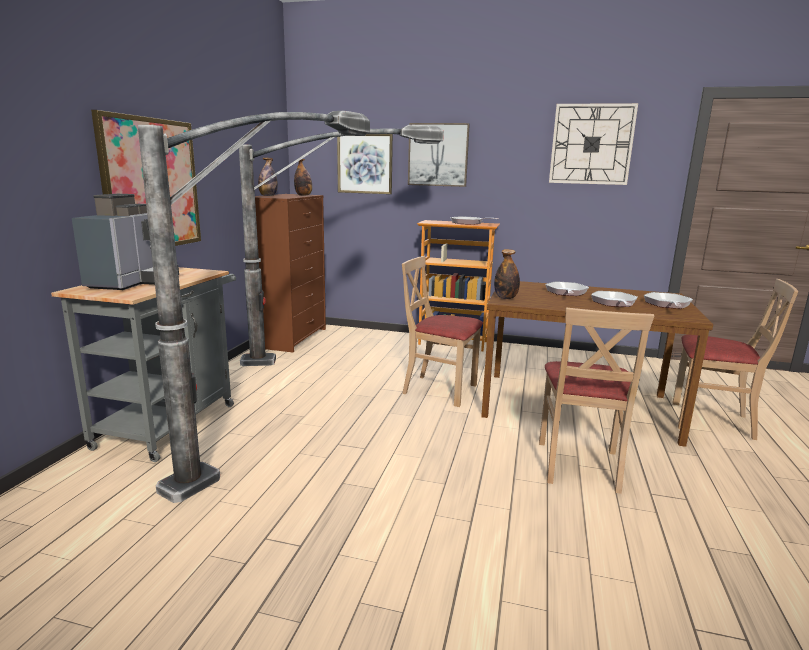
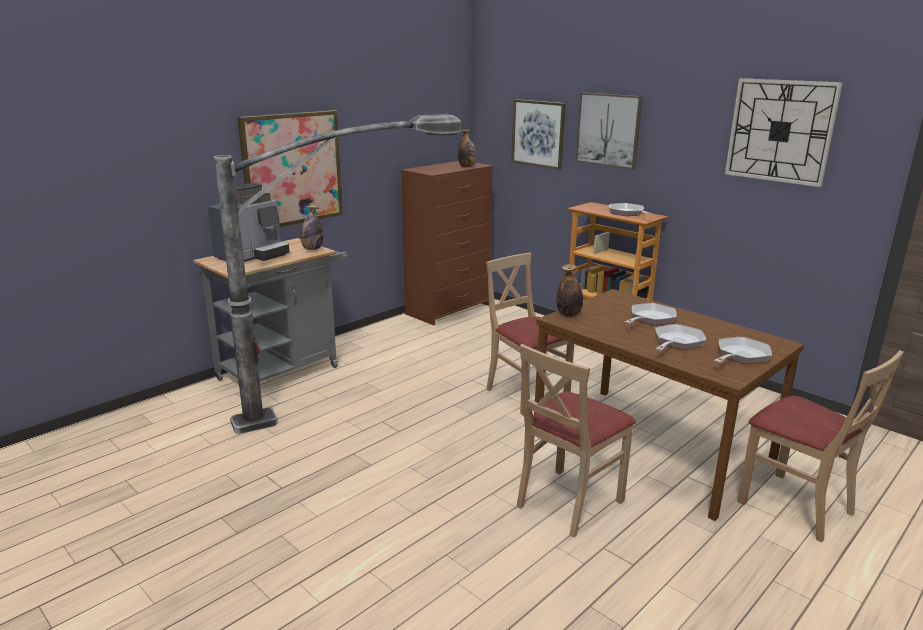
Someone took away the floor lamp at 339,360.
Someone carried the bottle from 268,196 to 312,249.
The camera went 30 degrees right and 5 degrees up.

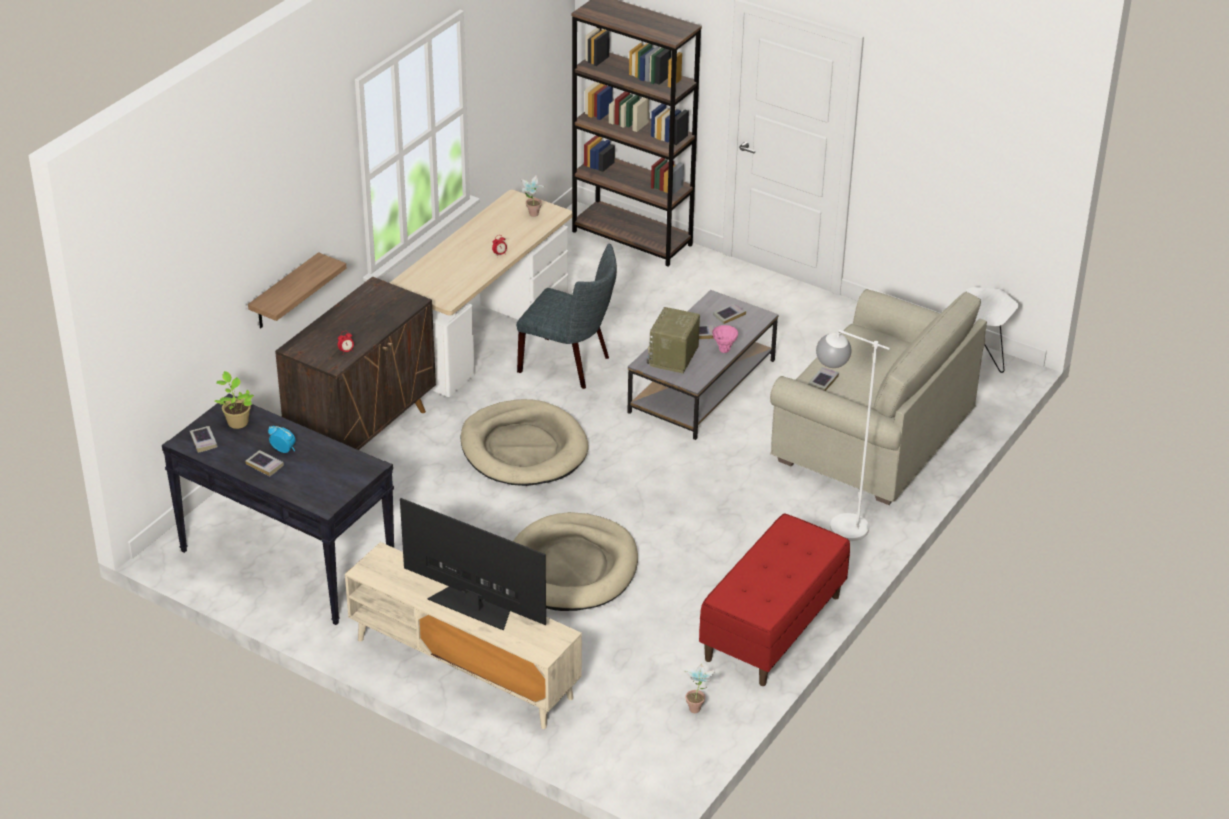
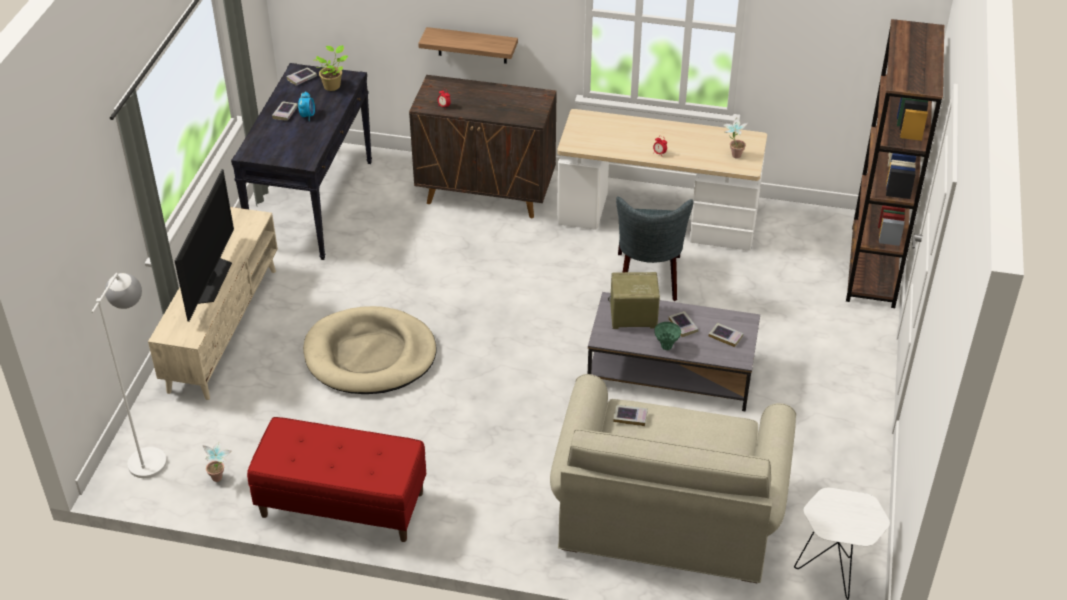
Someone took away the beige dog bed at 523,448.
Someone carried the white floor lamp from 836,523 to 152,453.
Someone repainted the pink vase at 724,350, which became the green vase at 666,347.
The camera went 70 degrees right and 5 degrees up.

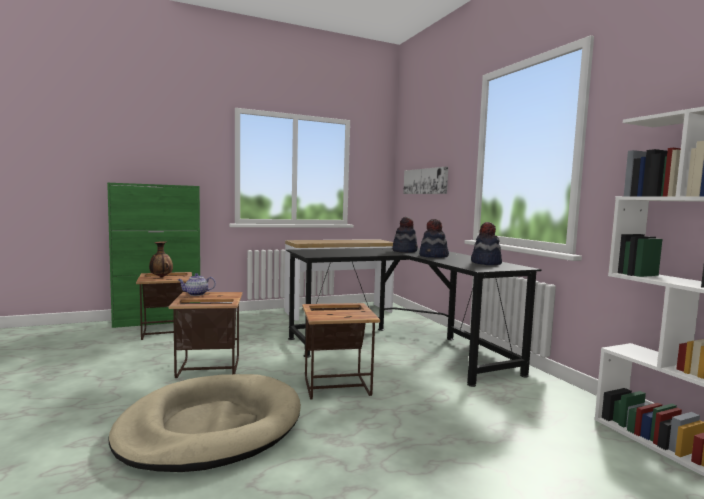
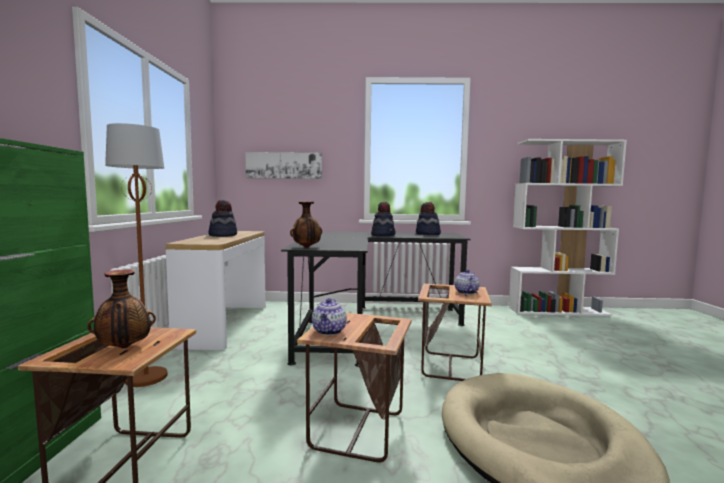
Someone put down the brown floor lamp at 147,378.
Someone put down the vase at 306,247.
Someone put down the teapot at 466,292.
Someone carried the hat from 405,251 to 223,235.
The camera went 65 degrees left and 0 degrees up.

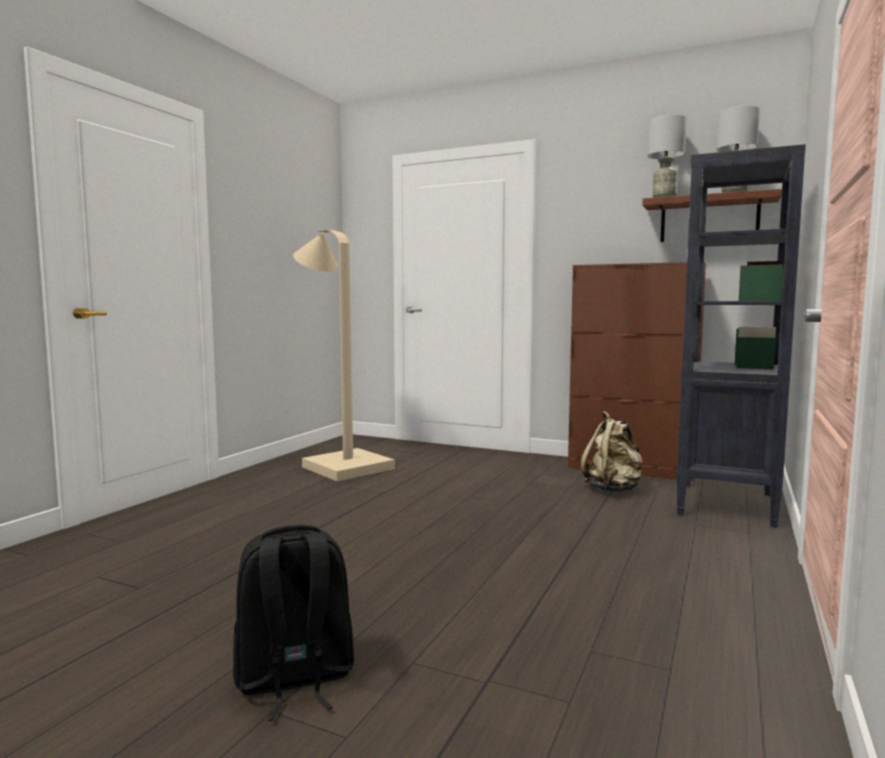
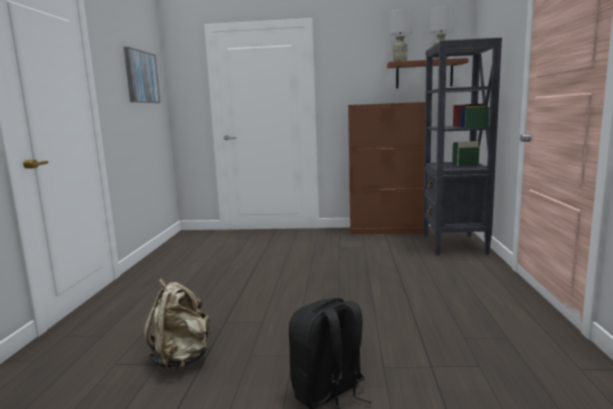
Someone took away the beige floor lamp at 340,465.
Someone put up the picture at 141,77.
Someone carried the beige backpack from 613,489 to 182,359.
The camera went 20 degrees left and 5 degrees up.

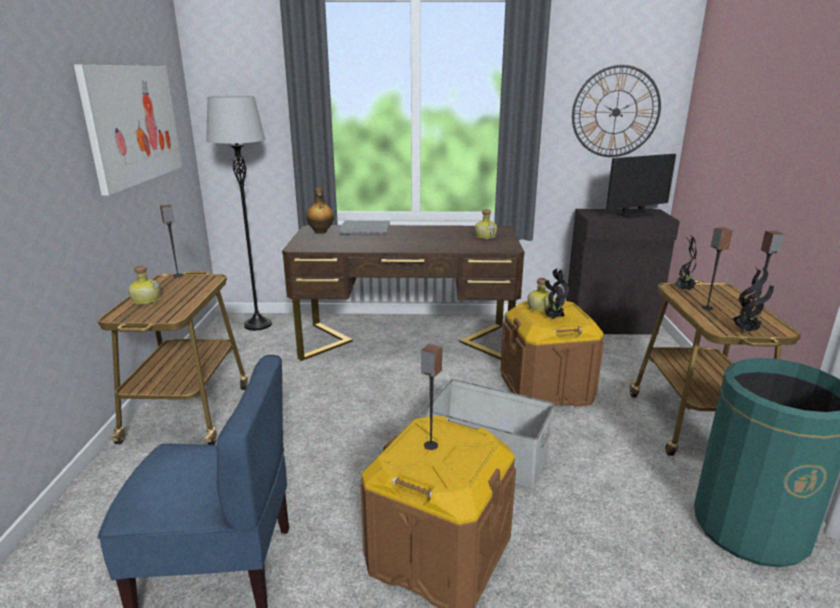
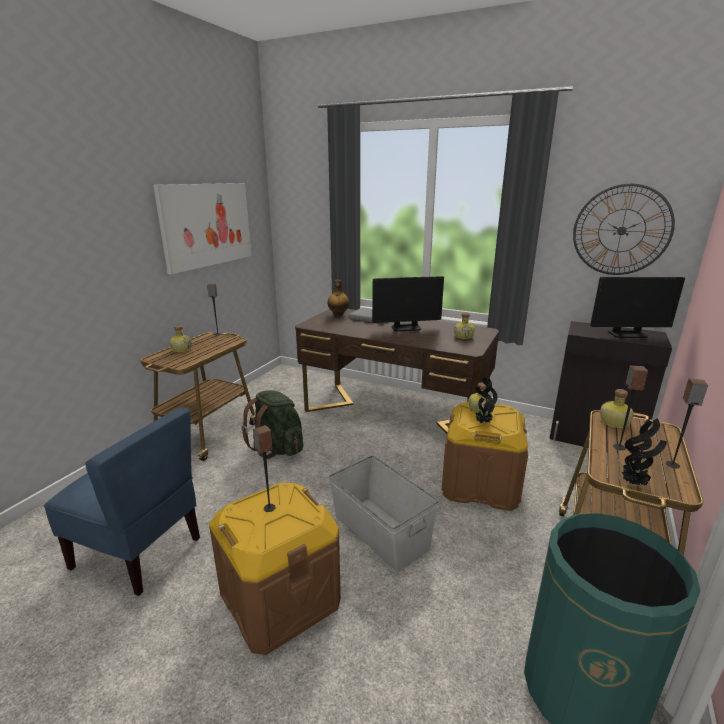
Someone took away the grey floor lamp at 258,325.
Someone put down the green backpack at 277,448.
Someone put down the monitor at 406,328.
Someone swapped the potted plant at 683,290 for the bottle at 614,422.
The camera went 25 degrees right and 0 degrees up.

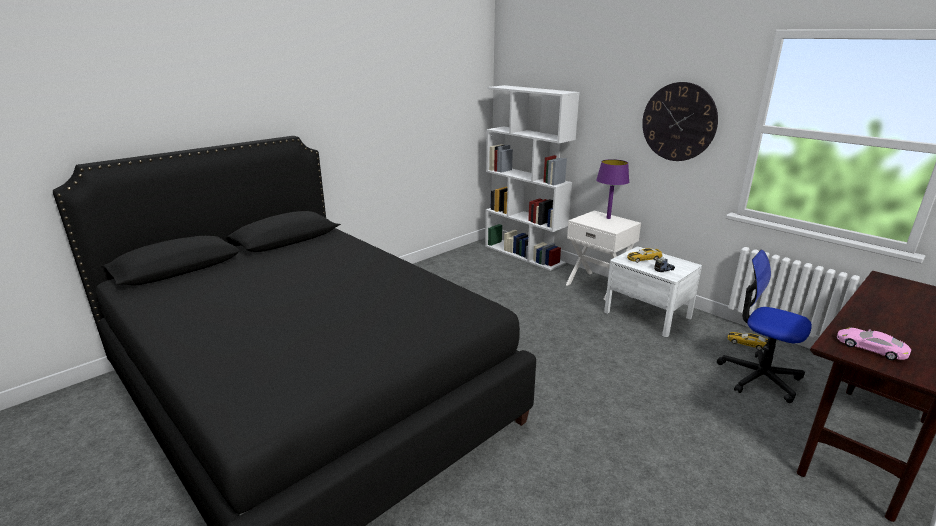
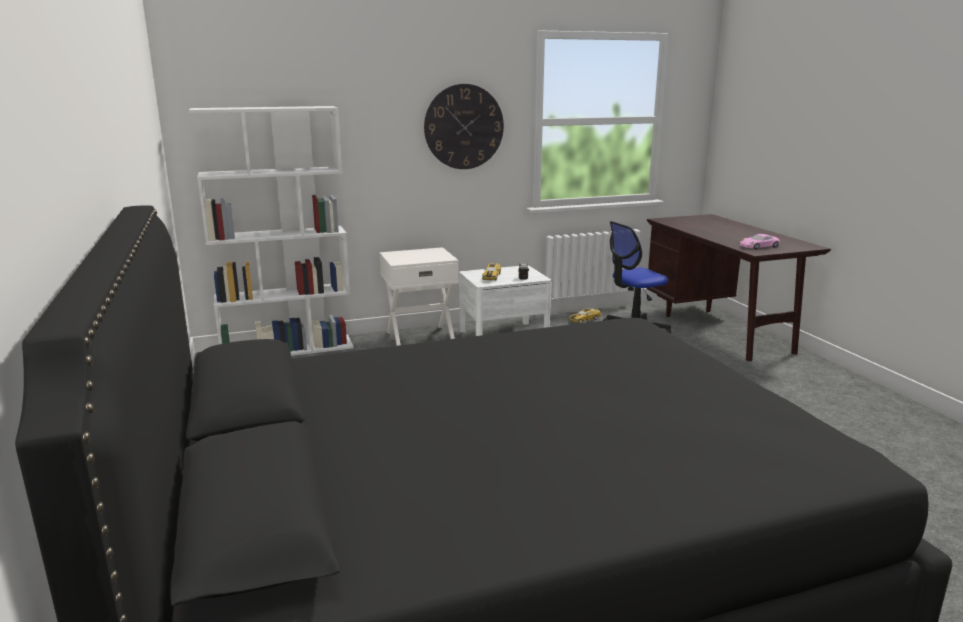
Someone took away the purple table lamp at 608,218.
The camera went 65 degrees left and 5 degrees down.

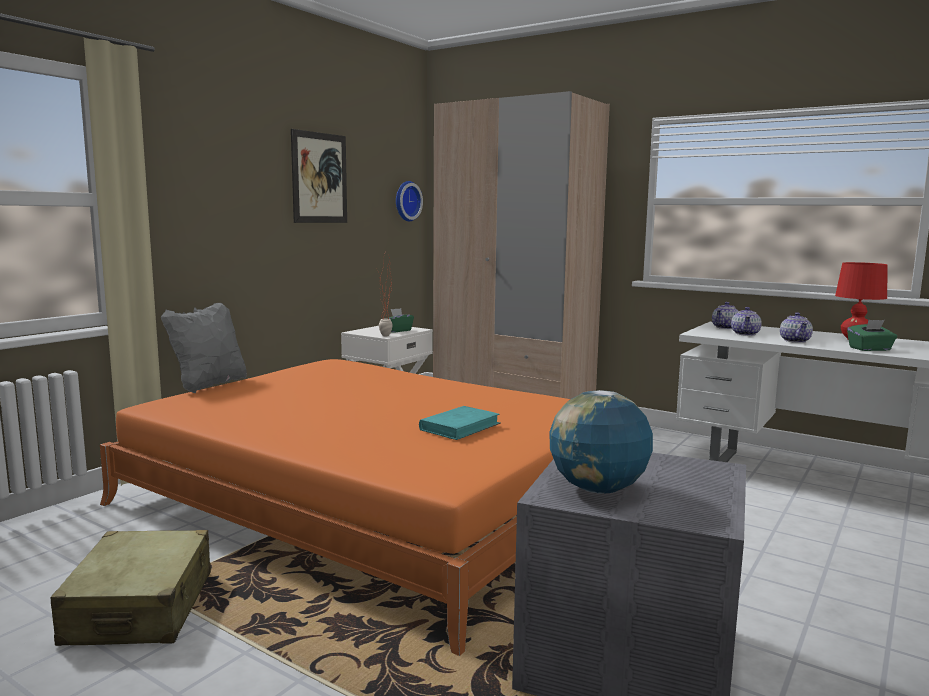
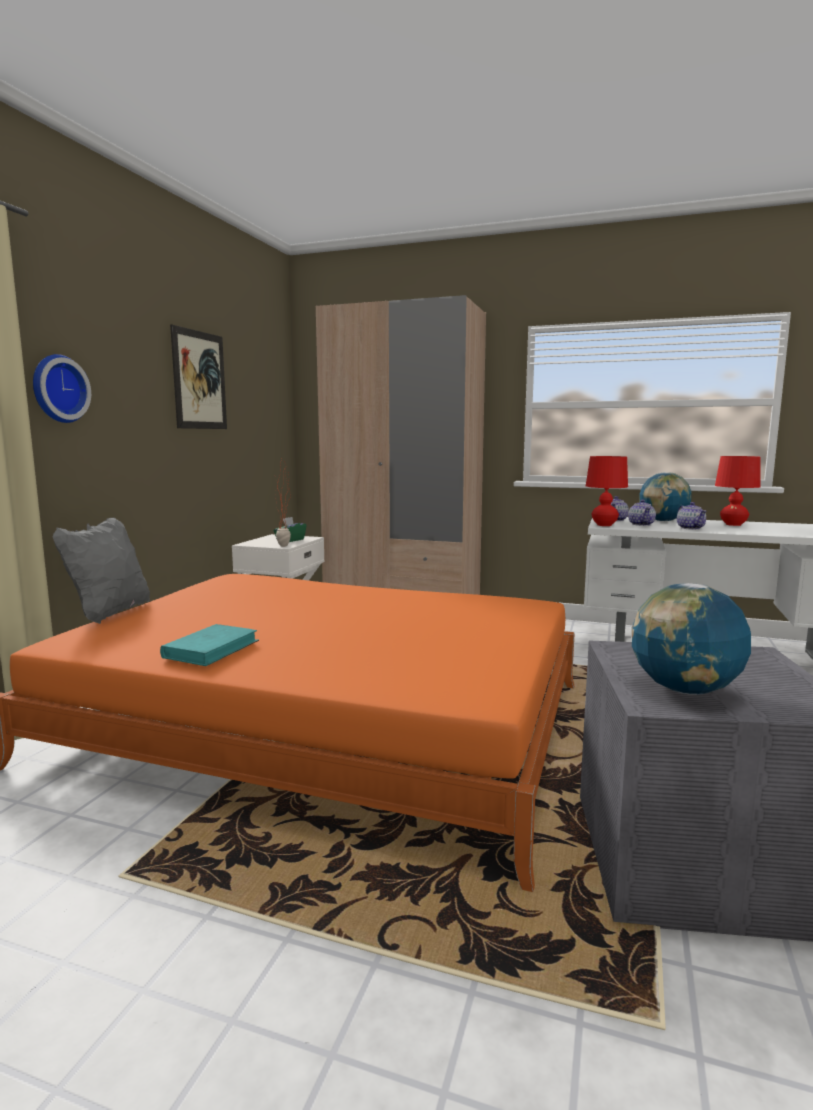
Someone took away the beige suitcase at 141,608.
Someone took away the green tissue box at 870,349.
Someone put down the red table lamp at 604,525.
Someone put down the globe at 663,521.
Someone carried the wall clock from 406,201 to 57,389.
Someone carried the turquoise book from 460,427 to 211,649.
The camera went 15 degrees left and 0 degrees up.

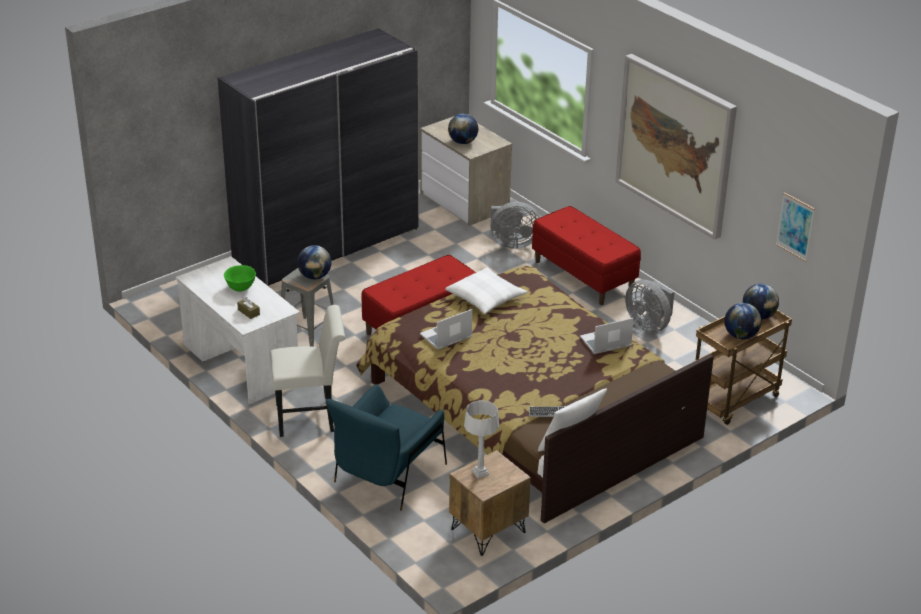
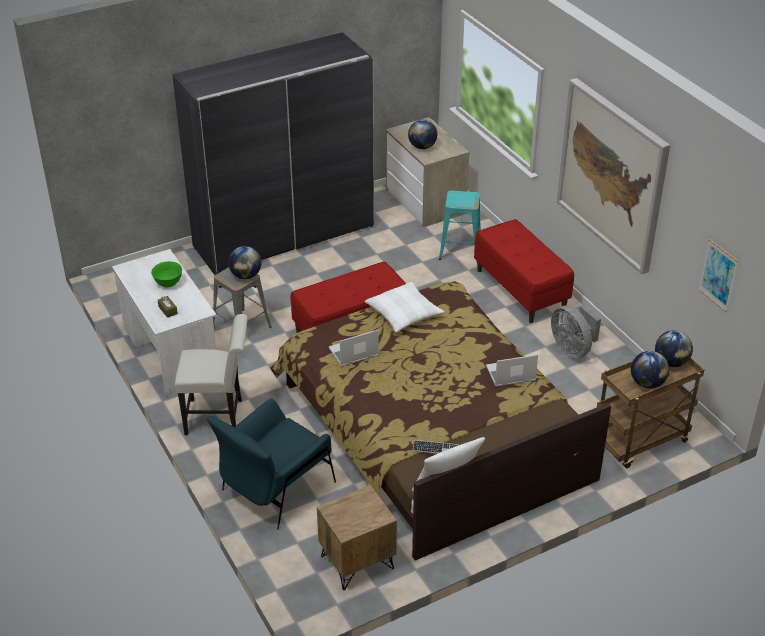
Someone took away the grey table lamp at 480,473.
Someone swapped the grey fan at 512,243 for the turquoise stool at 460,249.
The camera went 10 degrees right and 5 degrees up.

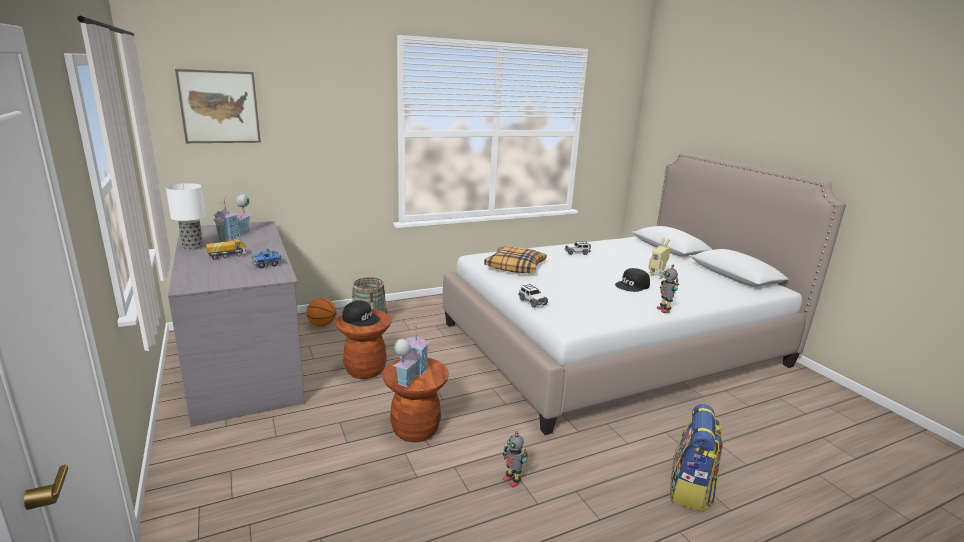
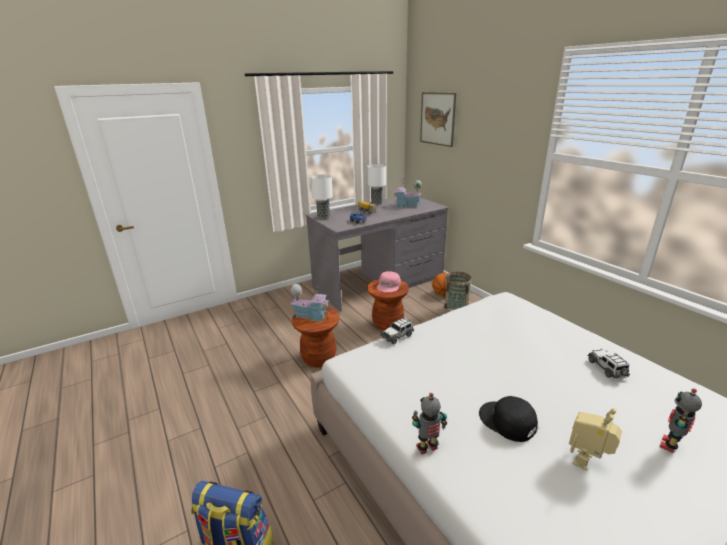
Someone took away the pillow at 515,267.
Someone put down the table lamp at 323,217.
Someone carried the toy robot from 512,481 to 670,445.
Someone repainted the black cap at 361,318, which became the pink cap at 389,285.
The camera went 85 degrees right and 5 degrees up.

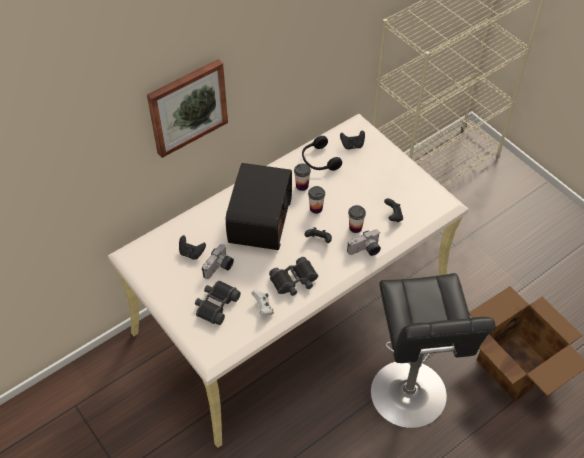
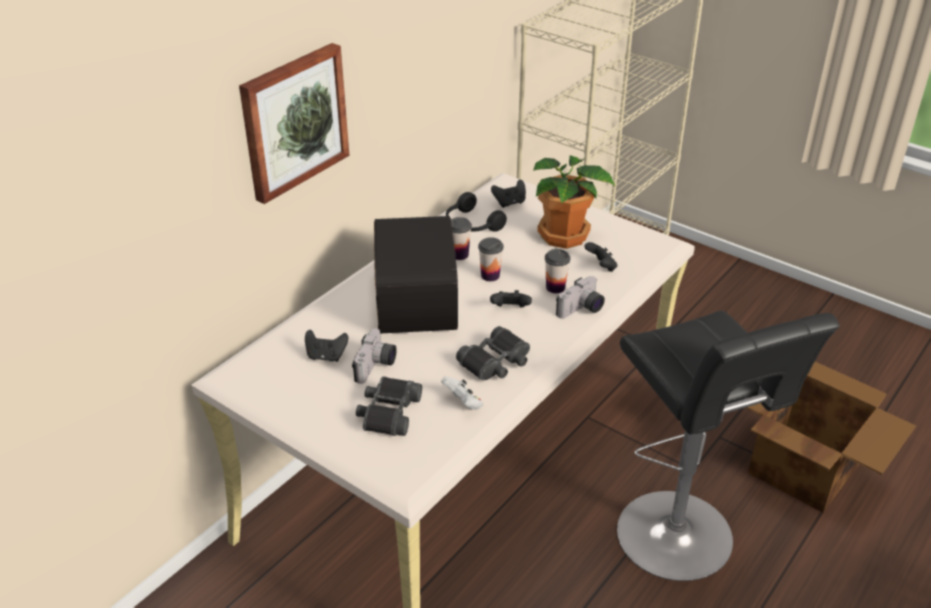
Someone put down the potted plant at 565,236.
The camera went 15 degrees left and 15 degrees down.

